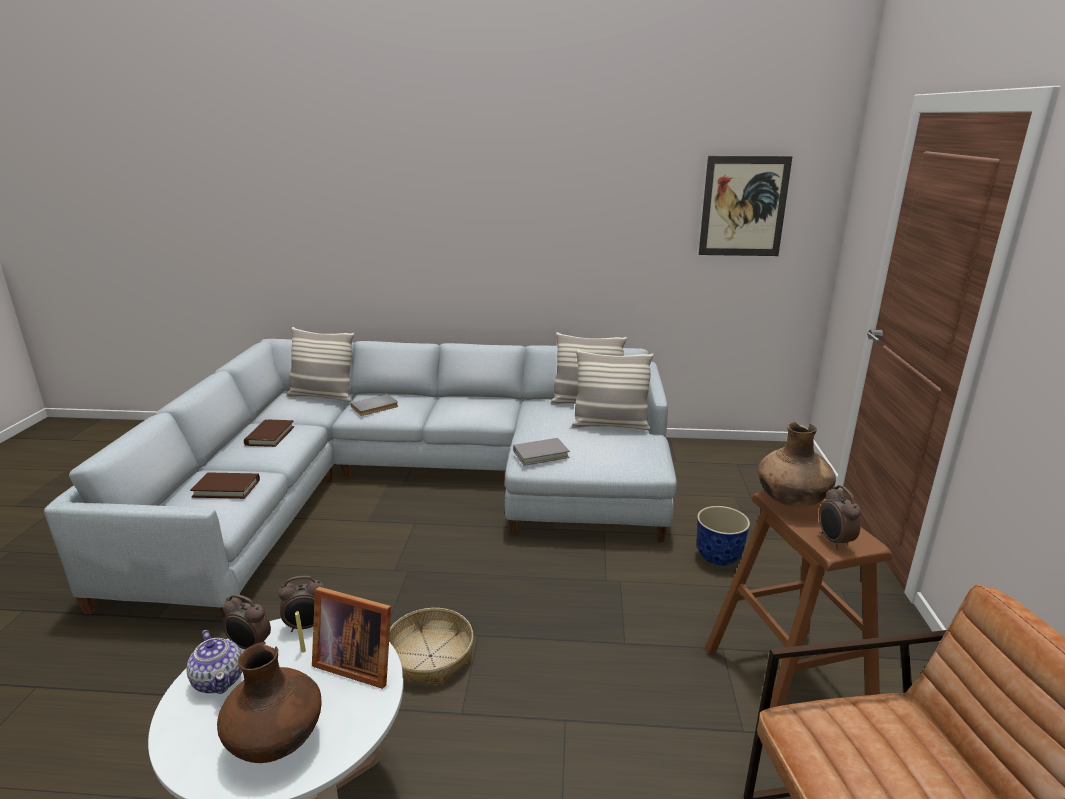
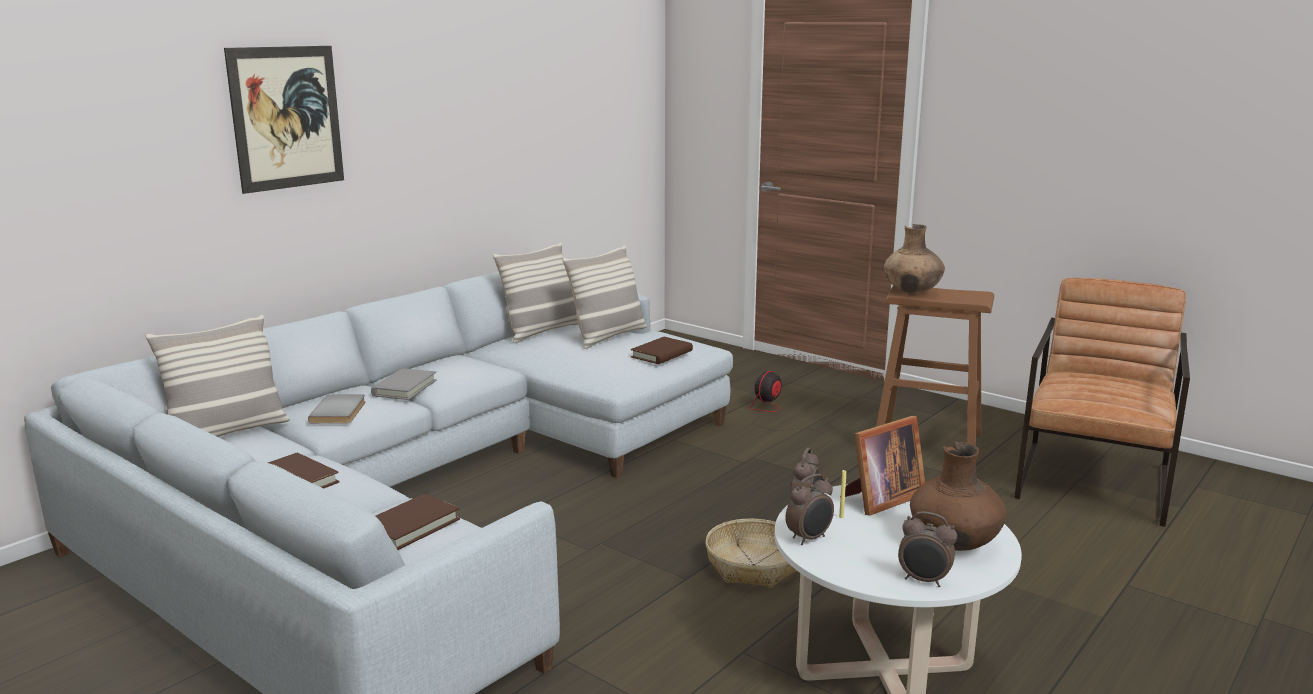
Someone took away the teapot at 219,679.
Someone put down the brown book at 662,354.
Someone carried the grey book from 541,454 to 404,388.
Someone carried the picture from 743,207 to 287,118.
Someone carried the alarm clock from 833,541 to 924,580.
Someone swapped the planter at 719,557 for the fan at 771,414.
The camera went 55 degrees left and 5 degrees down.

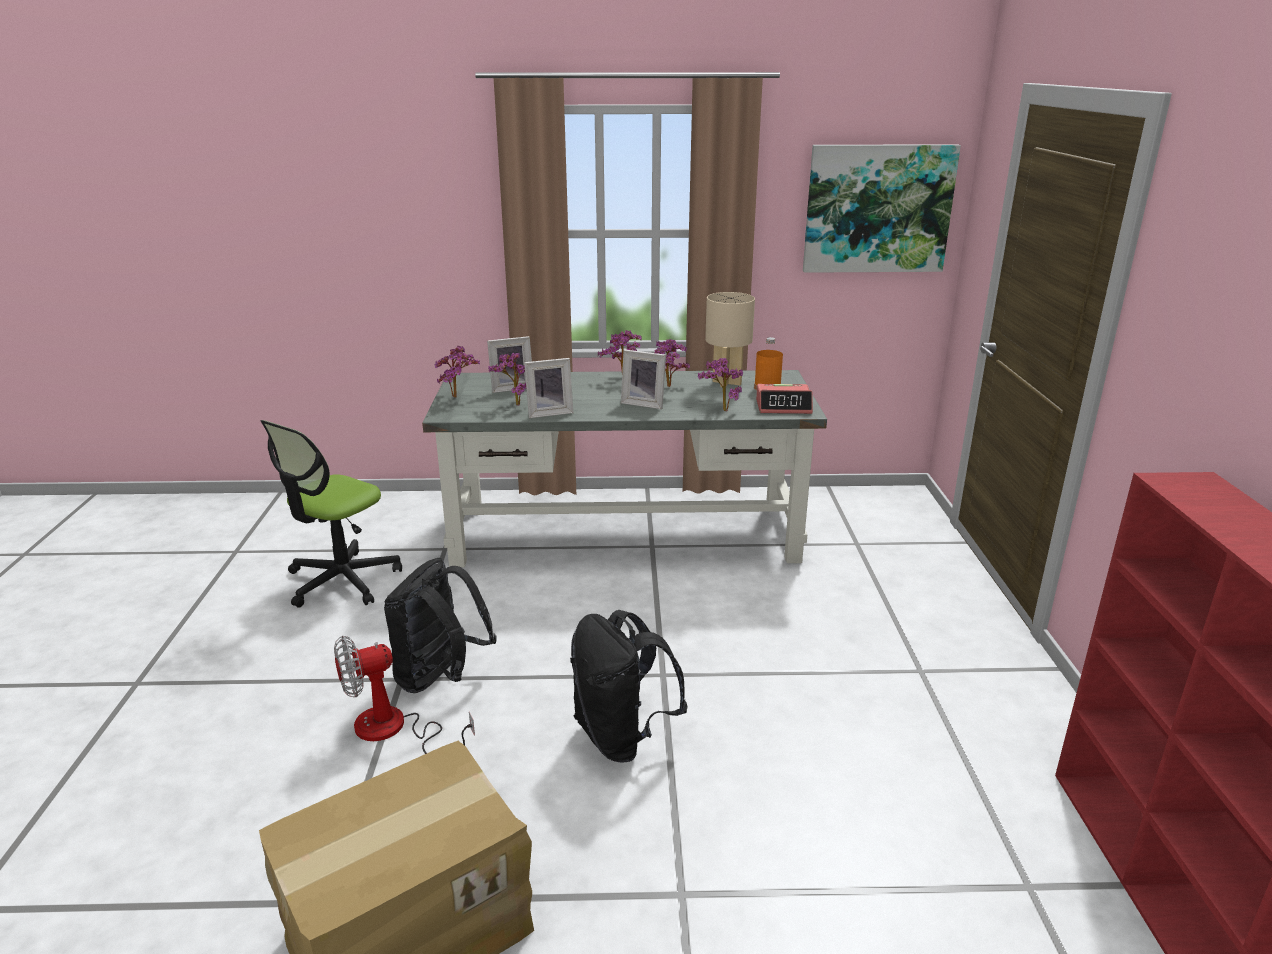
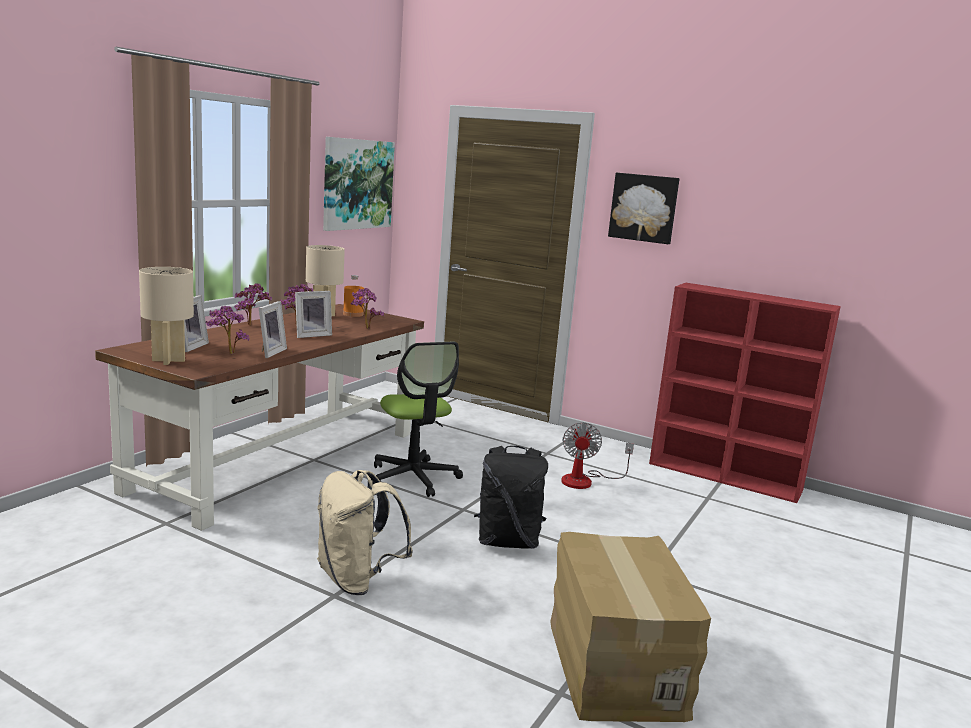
Someone took away the alarm clock at 784,407.
Someone put up the picture at 644,208.
Someone carried the office chair from 342,580 to 413,478.
Someone carried the fan from 394,730 to 585,480.
Someone swapped the potted plant at 458,397 for the beige table lamp at 167,360.
Someone repainted the black backpack at 439,678, which became the beige backpack at 357,580.
Someone repainted the grey desk at 627,533, which became the brown desk at 281,459.
The camera went 60 degrees left and 10 degrees down.

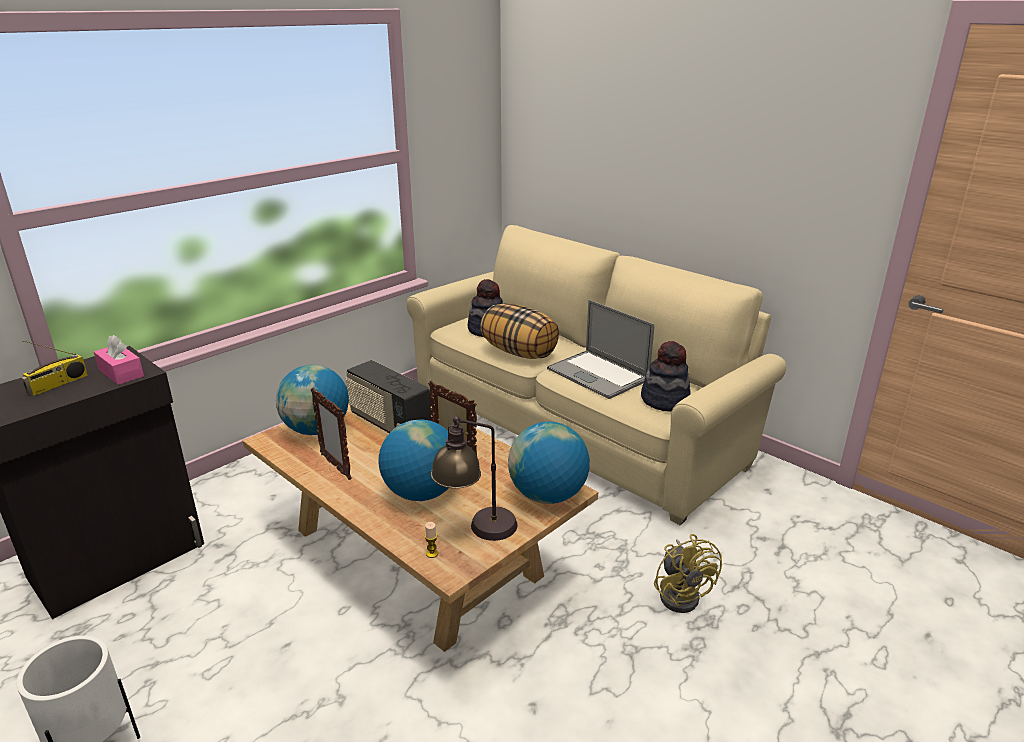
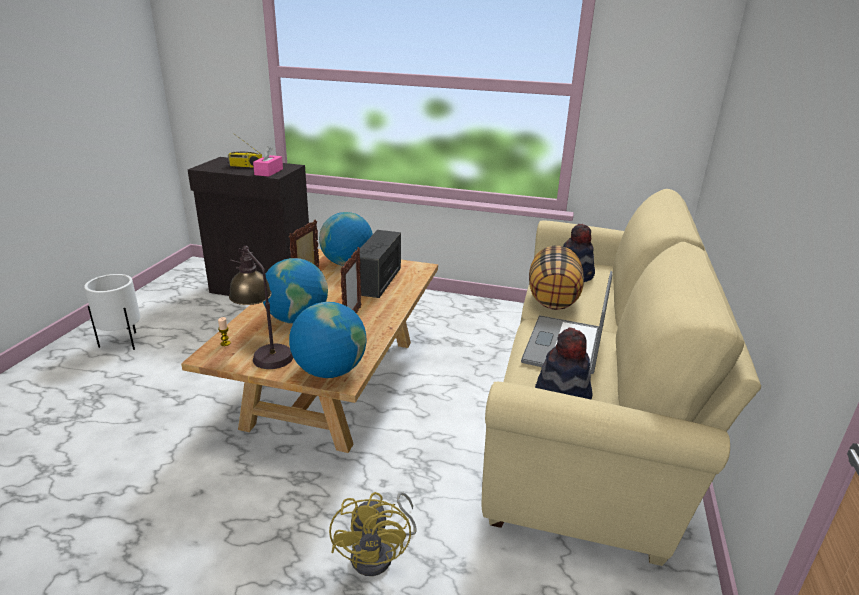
Someone rotated the yellow fan at 682,594 by 45 degrees counterclockwise.
The camera went 60 degrees right and 0 degrees up.

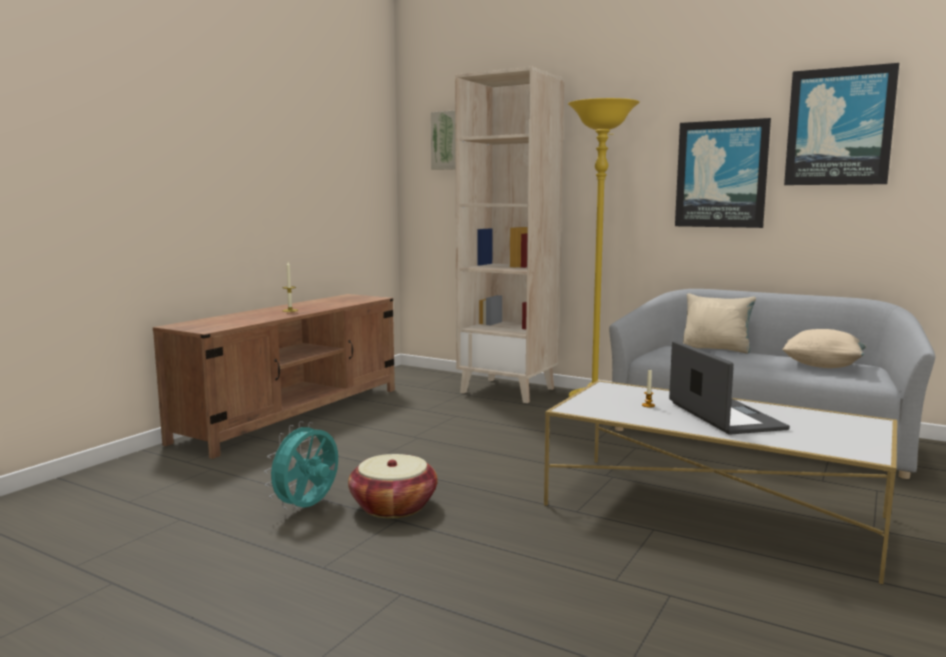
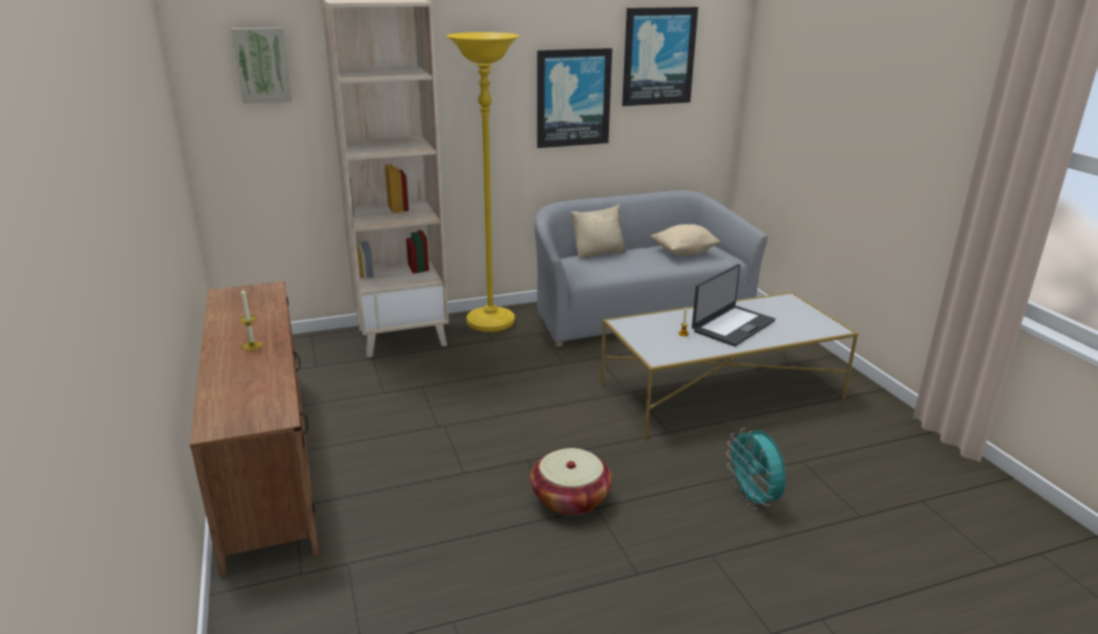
Someone carried the turquoise fan from 307,508 to 753,499.
Someone rotated the laptop at 723,416 by 105 degrees clockwise.
The camera went 50 degrees left and 15 degrees up.

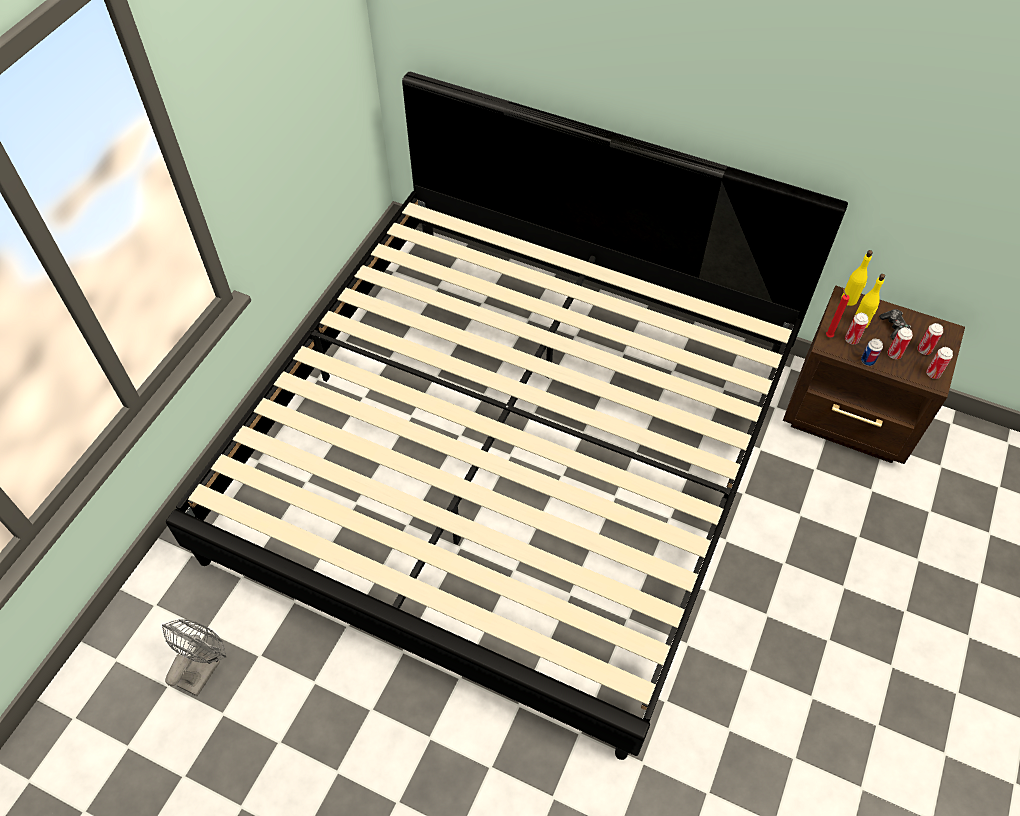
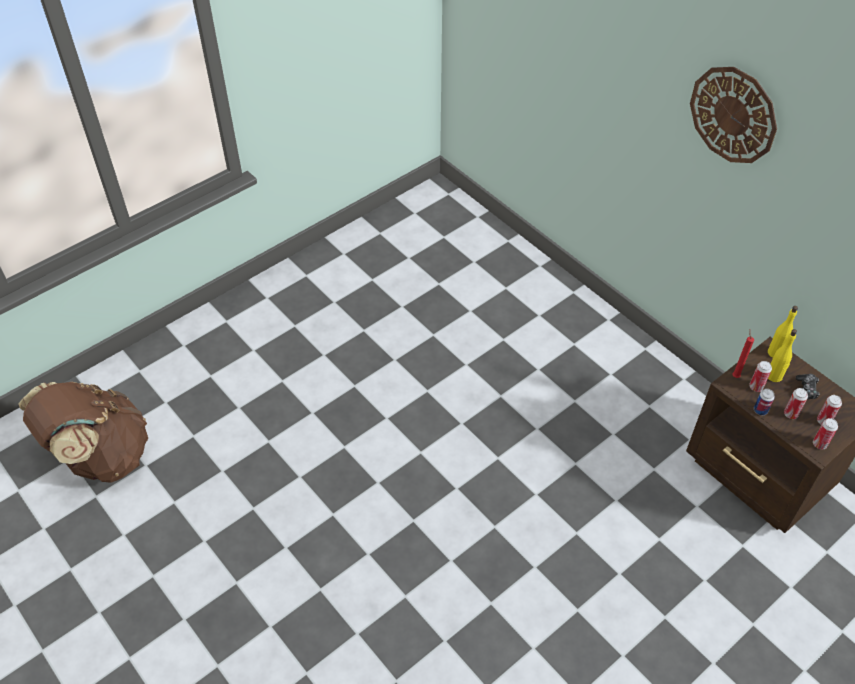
Someone took away the bed at 510,453.
Someone put up the wall clock at 733,114.
Someone swapped the grey fan at 203,667 for the brown backpack at 101,456.
The camera went 25 degrees right and 5 degrees down.

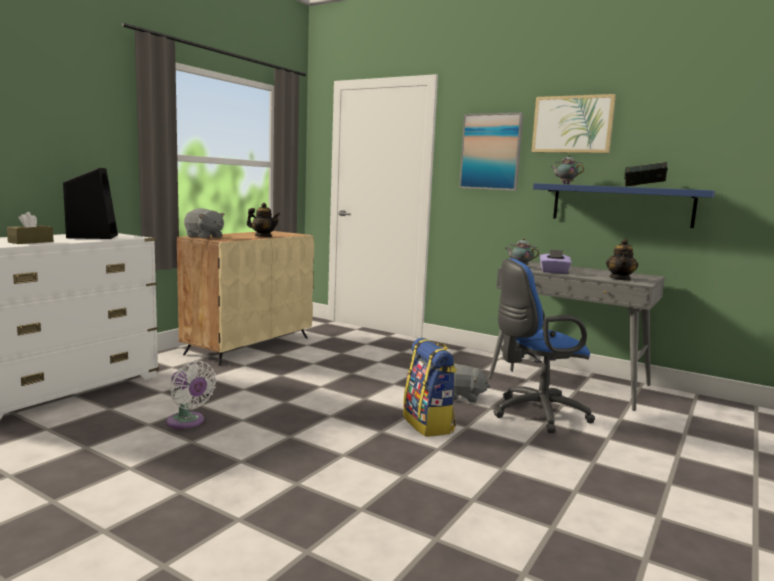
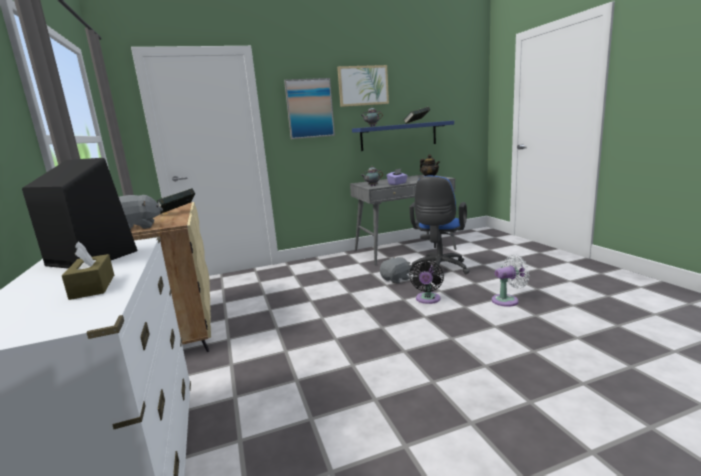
Someone carried the white fan from 187,422 to 507,300.
Someone swapped the teapot at 263,236 for the book at 177,212.
Someone swapped the backpack at 429,424 for the black fan at 427,299.
The camera went 50 degrees left and 5 degrees up.

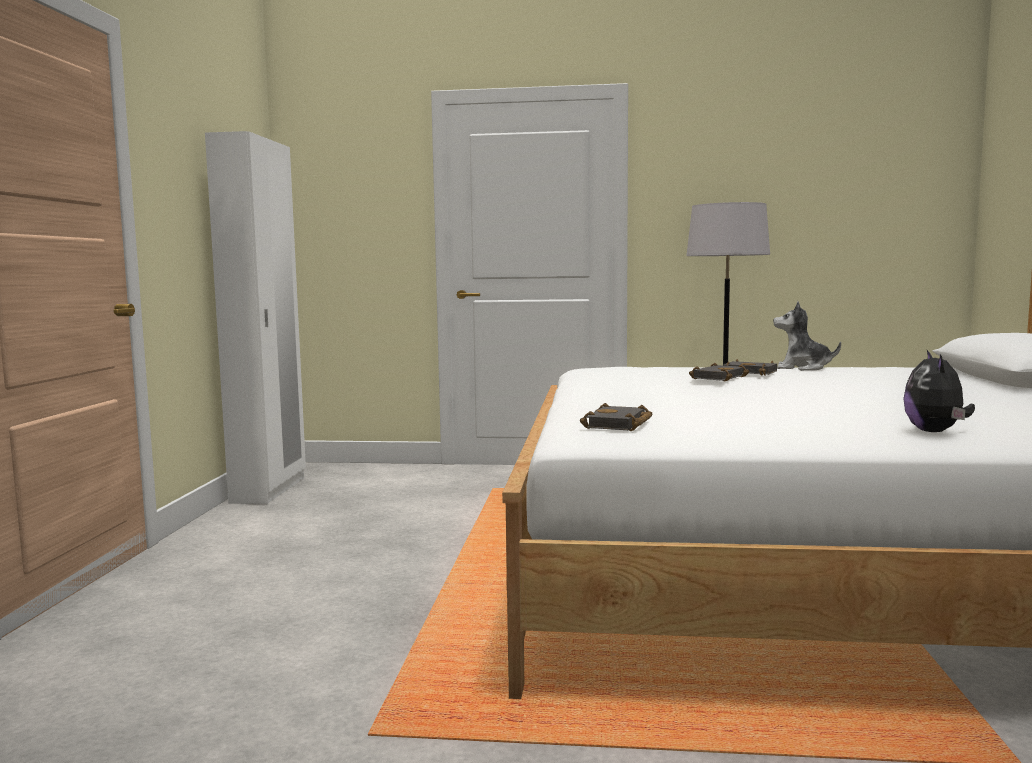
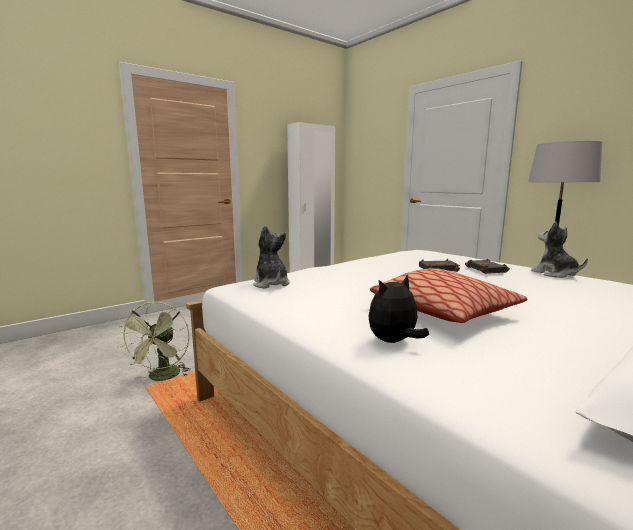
Someone put down the green fan at 162,377.
Someone put down the pillow at 444,311.
Someone swapped the black book at 619,425 for the plush toy at 271,284.
The camera went 45 degrees right and 5 degrees up.

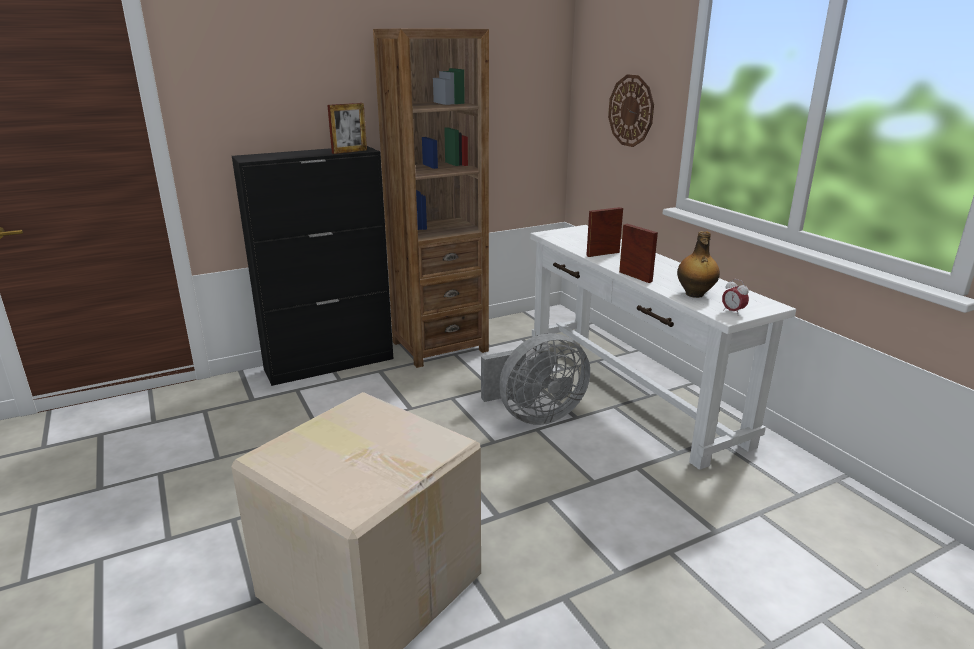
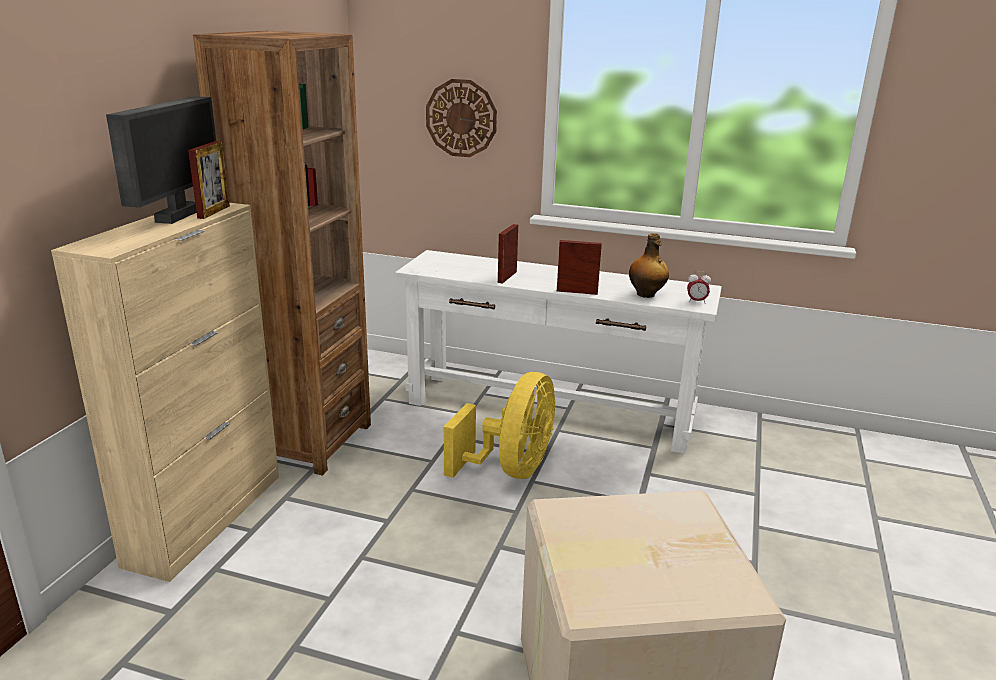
Someone put down the monitor at 176,216.
Someone repainted the black cabinet at 330,364, which became the beige cabinet at 207,518.
Someone repainted the grey fan at 534,416, which became the yellow fan at 511,469.
The camera went 45 degrees left and 0 degrees up.

